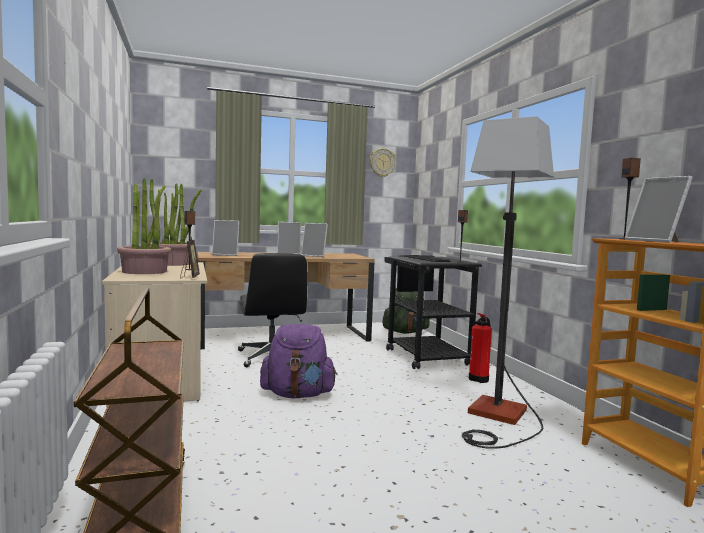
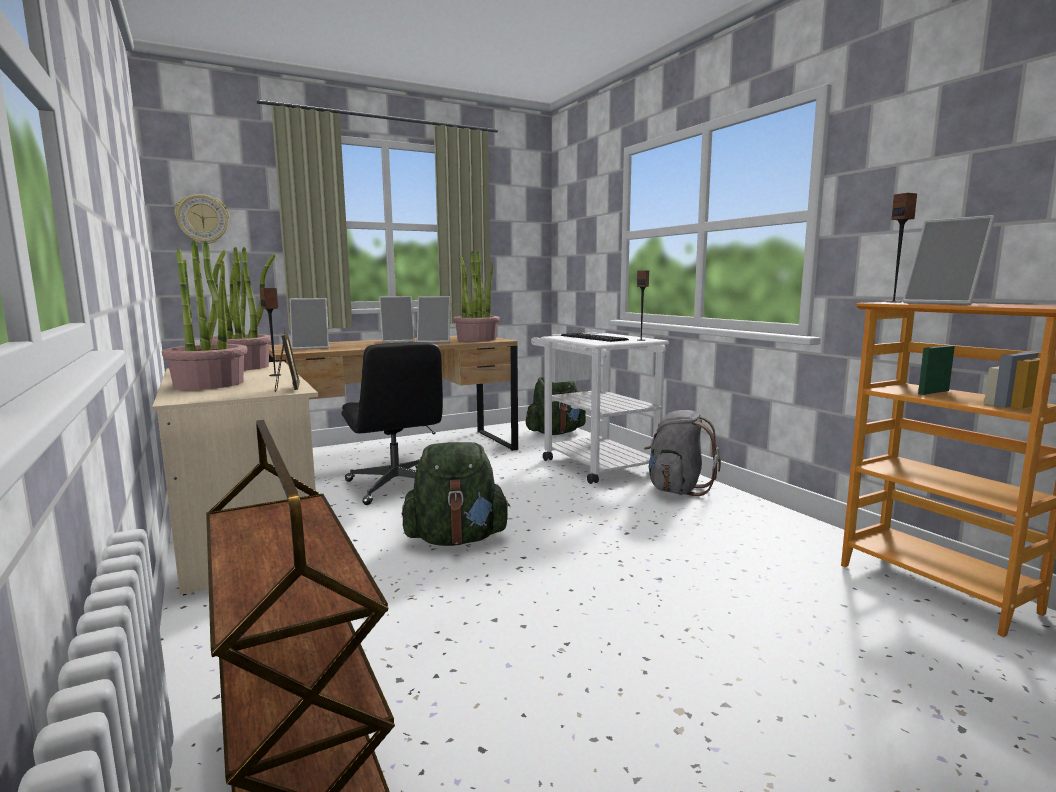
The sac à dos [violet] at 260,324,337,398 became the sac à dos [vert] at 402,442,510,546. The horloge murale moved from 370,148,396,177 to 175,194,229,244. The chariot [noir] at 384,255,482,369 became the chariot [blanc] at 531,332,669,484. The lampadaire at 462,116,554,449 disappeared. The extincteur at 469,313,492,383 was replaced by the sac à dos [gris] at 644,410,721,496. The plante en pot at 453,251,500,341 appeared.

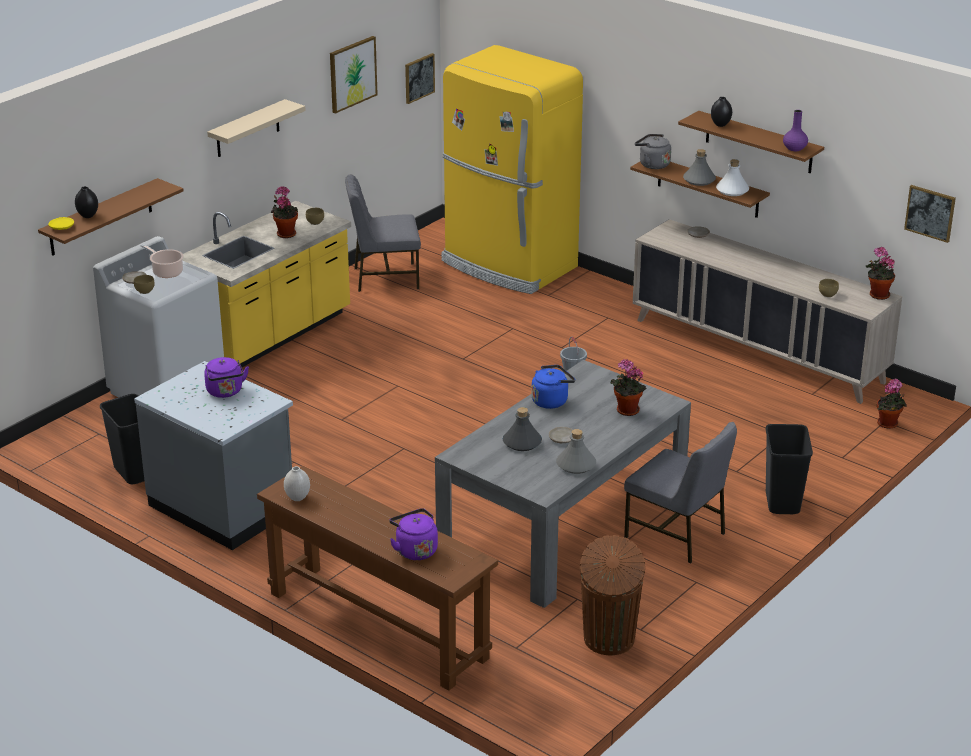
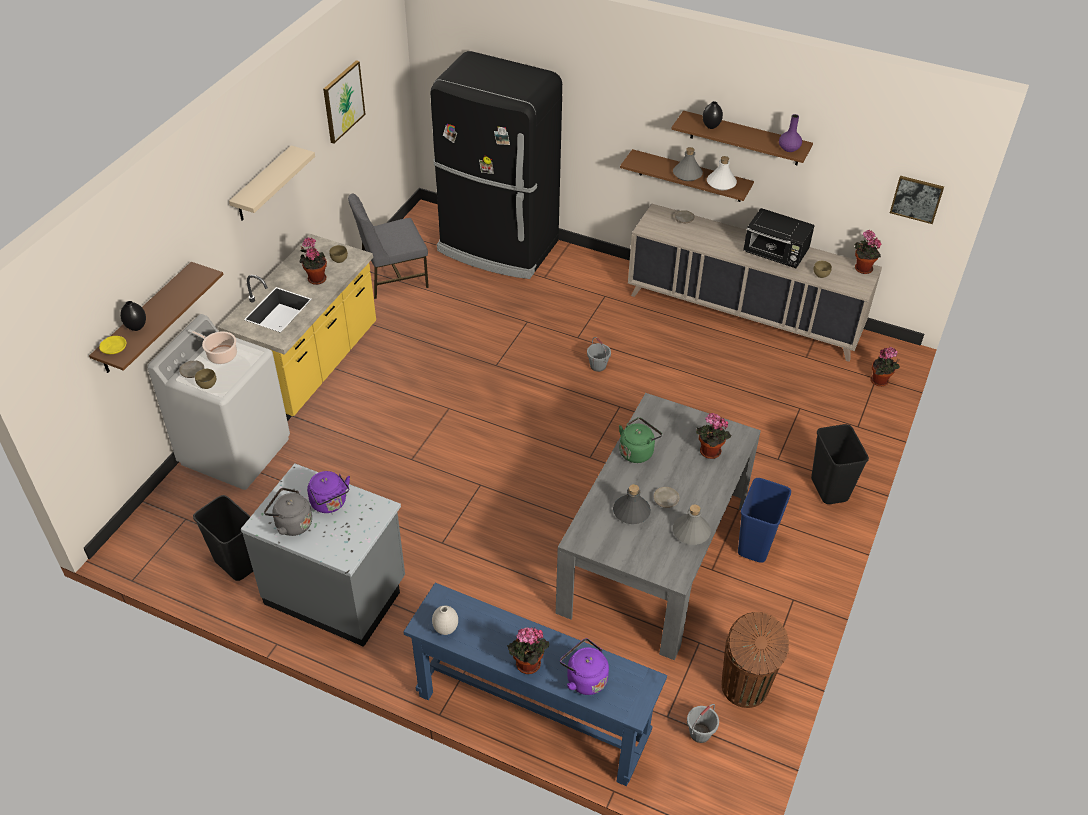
The table console [marron] at 257,466,498,691 became the table console [bleu] at 403,583,667,786. The tableau at 405,53,435,104 disappeared. The réfrigérateur [jaune] at 441,45,583,294 became the réfrigérateur [noir] at 430,51,562,279. The bouilloire [bleu] at 531,365,575,409 became the bouilloire [vert] at 619,417,662,463. The chaise [gris] at 624,422,737,564 was replaced by the poubelle [bleu] at 738,478,791,563. The bouilloire [gris] moved from 635,134,671,169 to 264,488,312,536. The plante en pot at 507,627,549,674 appeared. The seau [gris] at 687,704,719,743 appeared. The micro-ondes [noir] at 743,208,815,268 appeared.

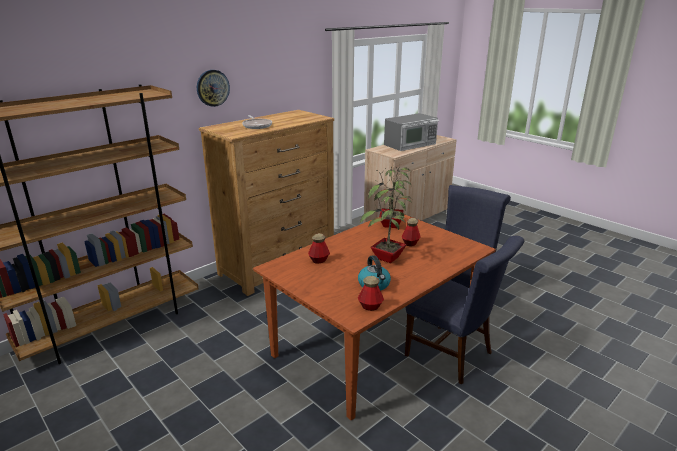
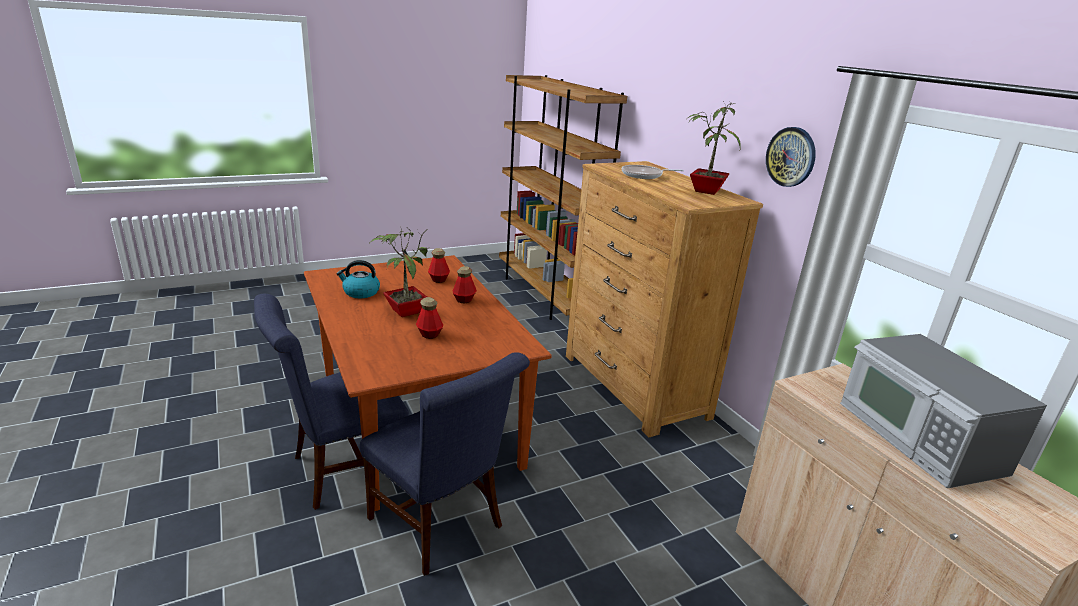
The horloge murale moved from 197,70,230,107 to 766,127,816,187. The bouteille moved from 358,276,384,311 to 453,266,477,304. The plante en pot moved from 368,165,412,228 to 688,101,741,195.

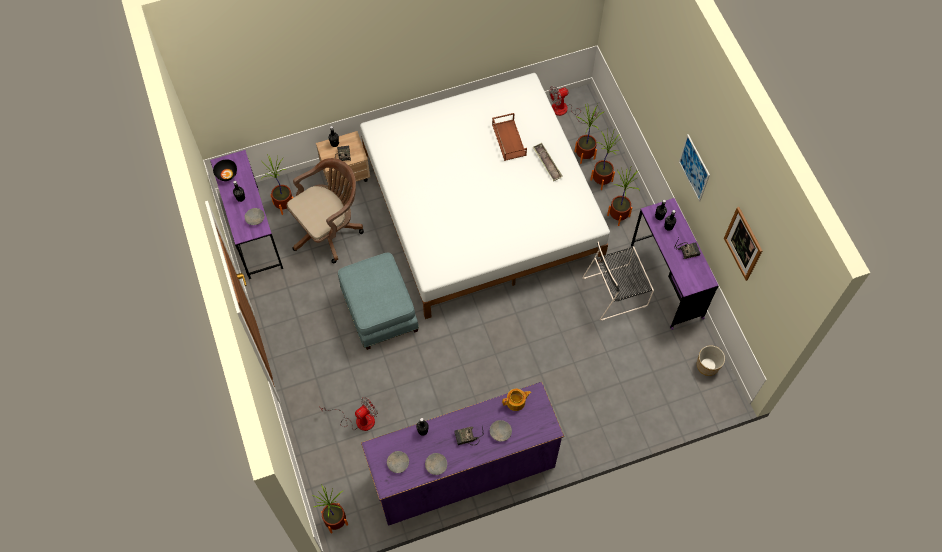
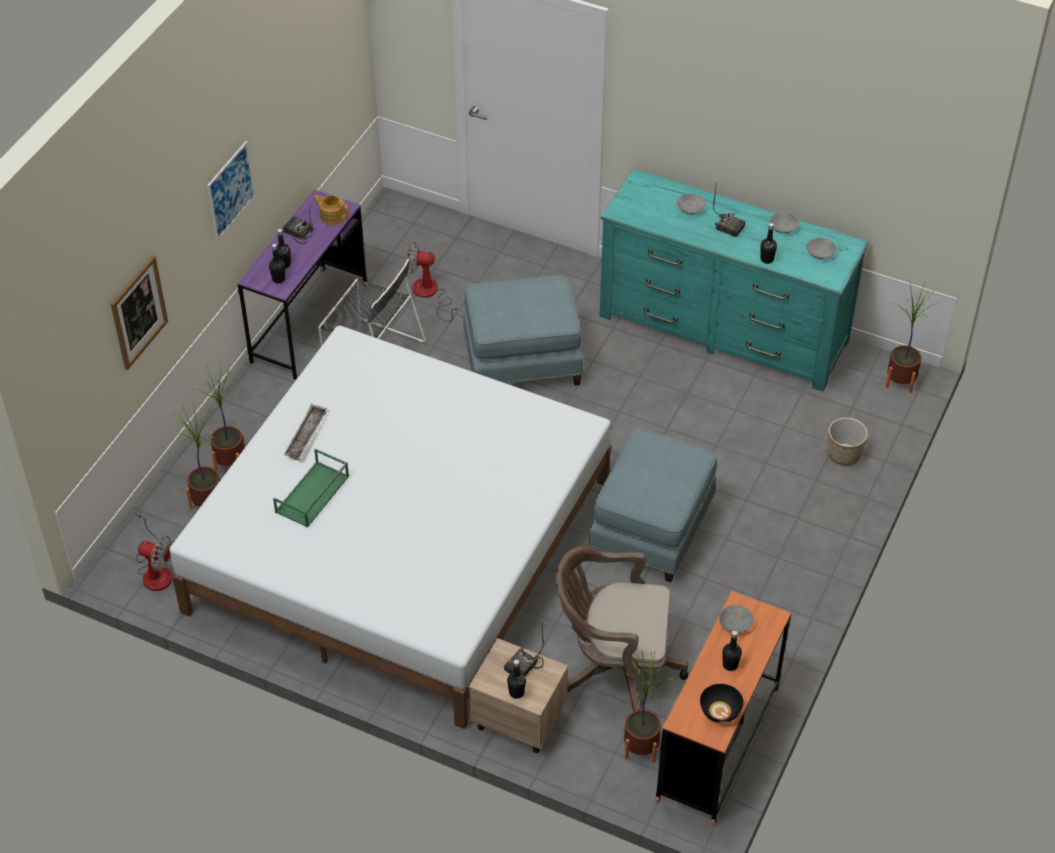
The bureau [violet] at 210,150,283,279 became the bureau [orange] at 655,591,791,825. The ventilateur moved from 319,397,378,431 to 406,242,458,322. The commode [violet] at 361,382,564,526 became the commode [turquoise] at 599,168,869,392. The plateau [marron] at 492,113,527,161 became the plateau [vert] at 273,449,349,527. The théière moved from 502,389,531,411 to 313,195,349,225. The plante en pot at 607,168,639,226 disappeared. The cache-pot moved from 697,345,725,376 to 827,418,868,465. The tableau moved from 724,207,762,281 to 111,255,168,370. The pouf [bleu] at 463,275,584,386 appeared.

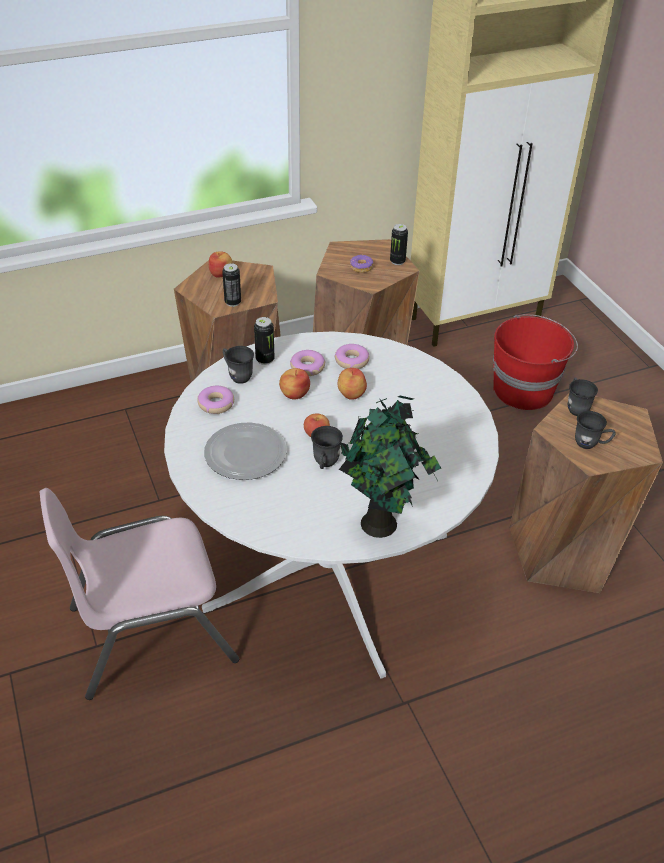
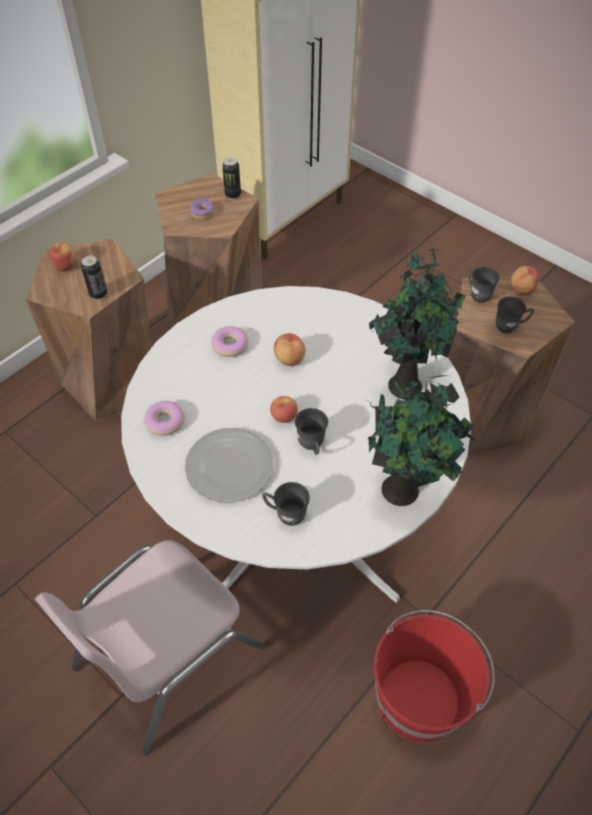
The mug [gris] moved from 223,346,254,384 to 262,482,310,526. The boîte métallique at 254,317,275,365 disappeared. The pomme moved from 279,368,310,399 to 511,266,538,295. The beignet at 334,344,370,369 disappeared. The seau [rouge] moved from 493,314,578,410 to 374,610,495,742. The plante en pot at 369,246,466,399 appeared.

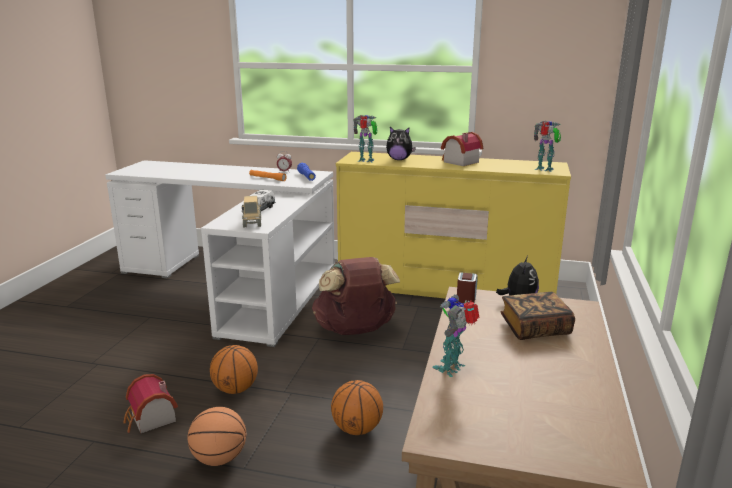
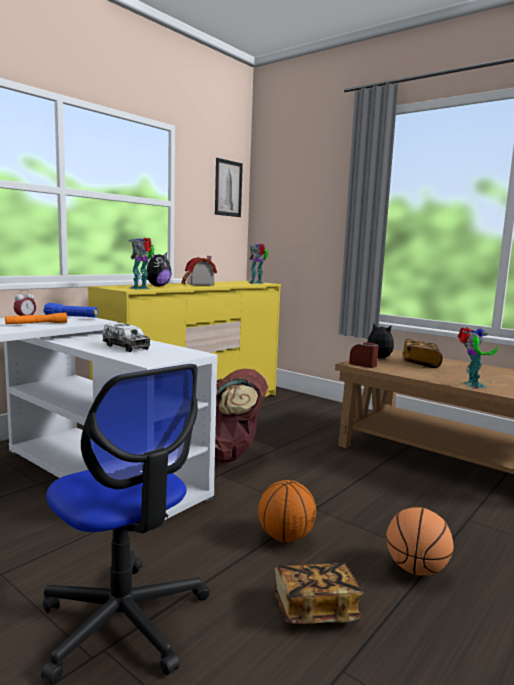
The maison miniature at 123,374,178,433 was replaced by the livre at 275,562,363,624. The camion jouet at 242,196,261,227 disappeared. The ballon de basket at 331,380,383,435 disappeared. The robot jouet at 433,295,479,377 turned 150 degrees counterclockwise. The chaise de bureau at 41,364,210,684 appeared. The tableau at 215,158,243,217 appeared.

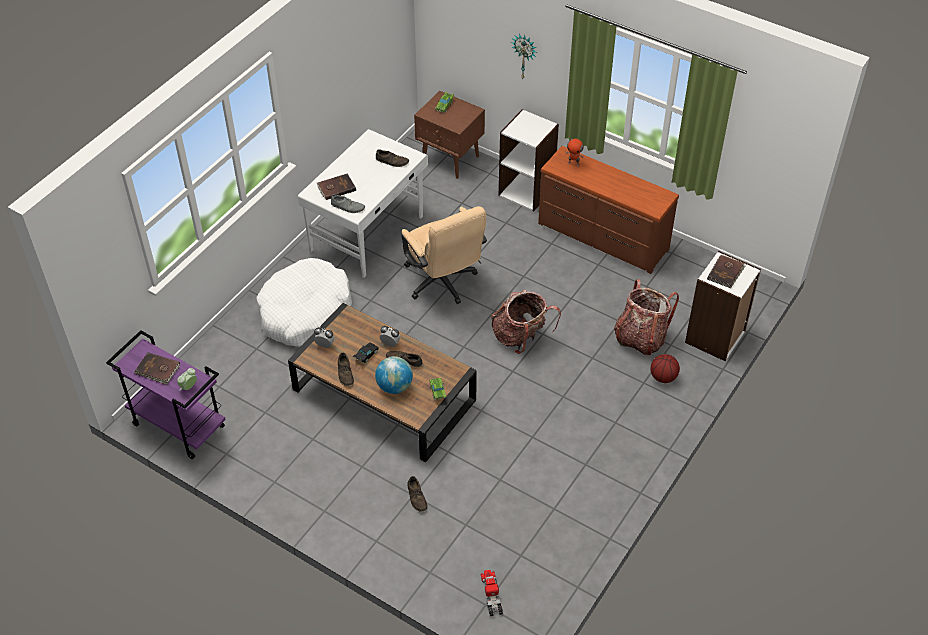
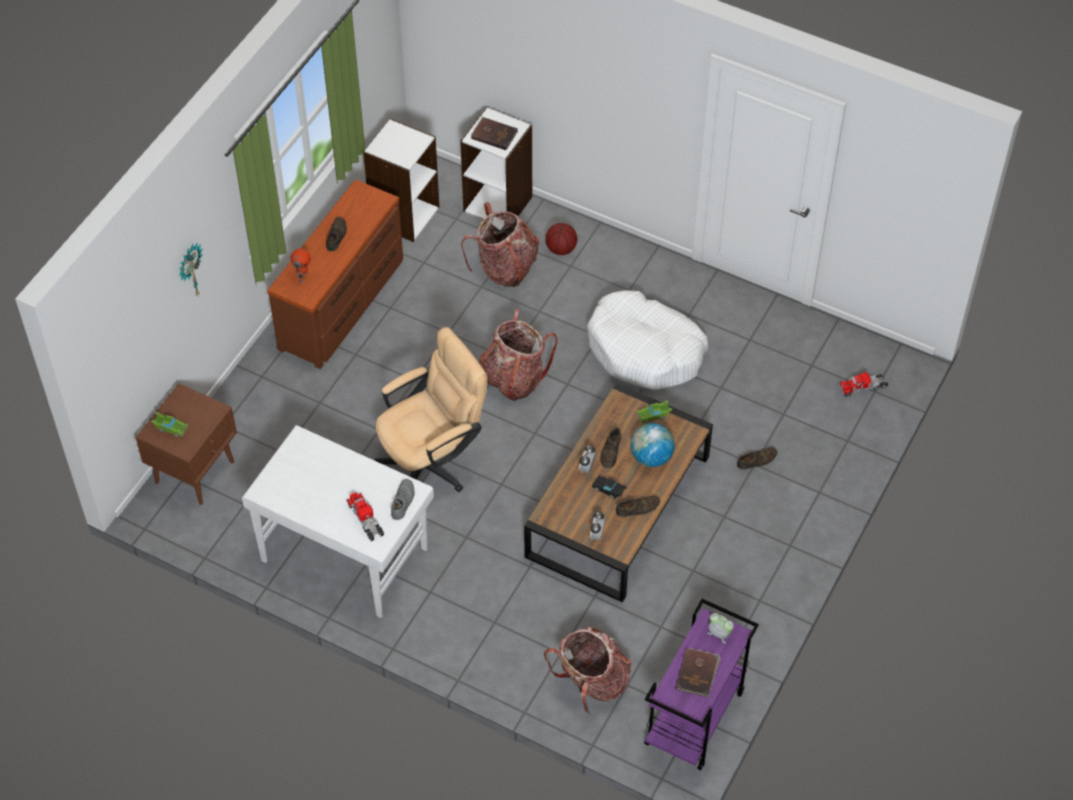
The panier pour chien [blanc] moved from 257,258,352,347 to 587,290,708,390. The livre [marron] at 317,174,356,200 was replaced by the camion jouet at 346,493,384,541. The chaussure [marron] moved from 376,149,409,167 to 326,217,347,251. The bibliothèque [blanc] moved from 499,109,559,211 to 363,118,440,242. The sac à dos at 544,627,631,714 appeared.

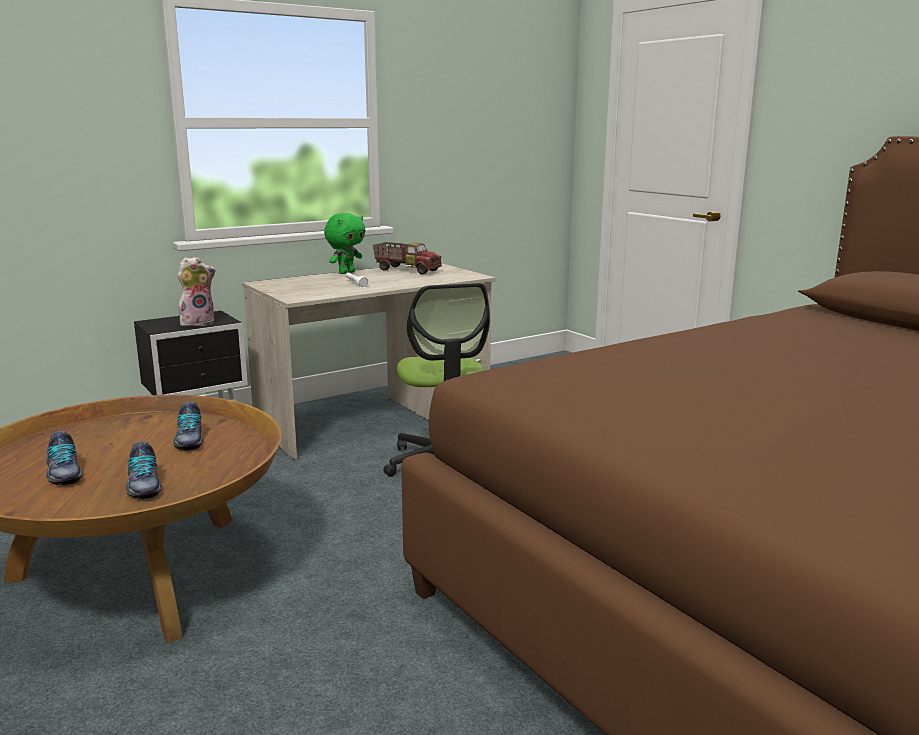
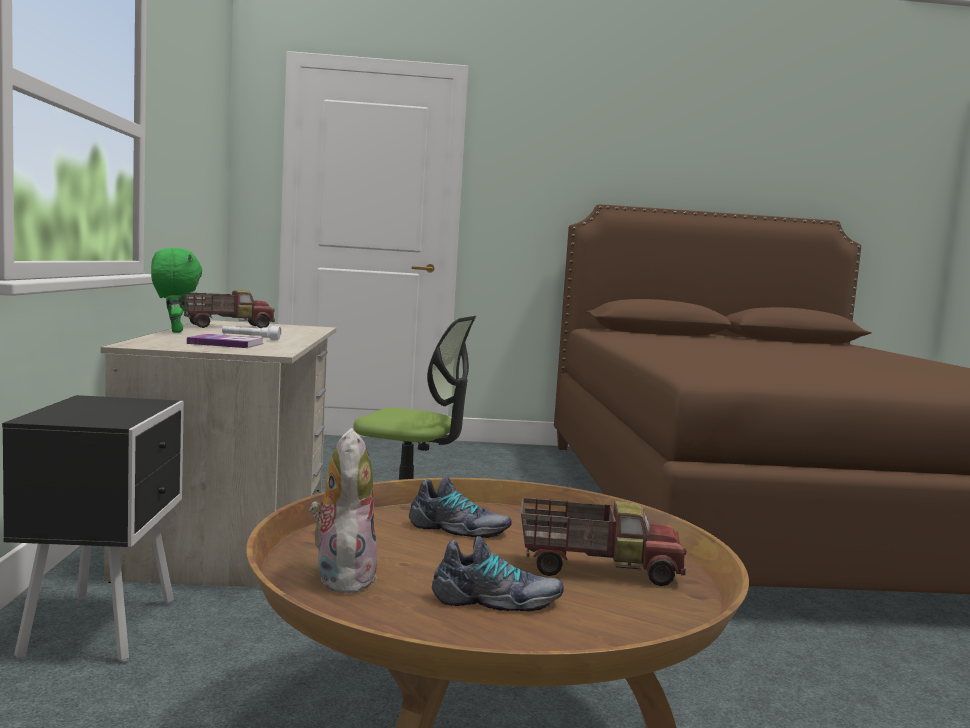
The chaussure at 126,441,162,499 was replaced by the camion jouet at 521,498,687,586. The peluche moved from 177,256,216,327 to 309,428,377,594. The livre at 187,334,263,348 appeared.

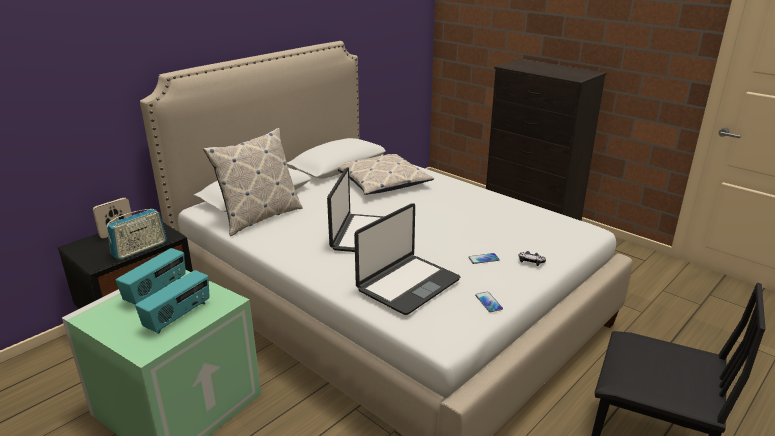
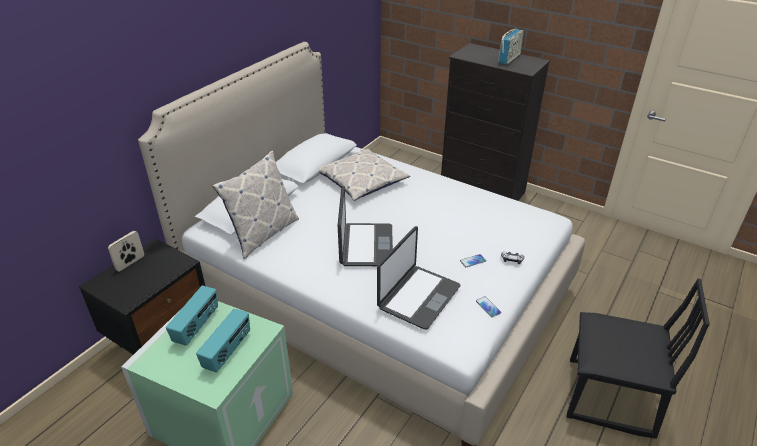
The radio moved from 107,209,167,260 to 498,29,524,65.

